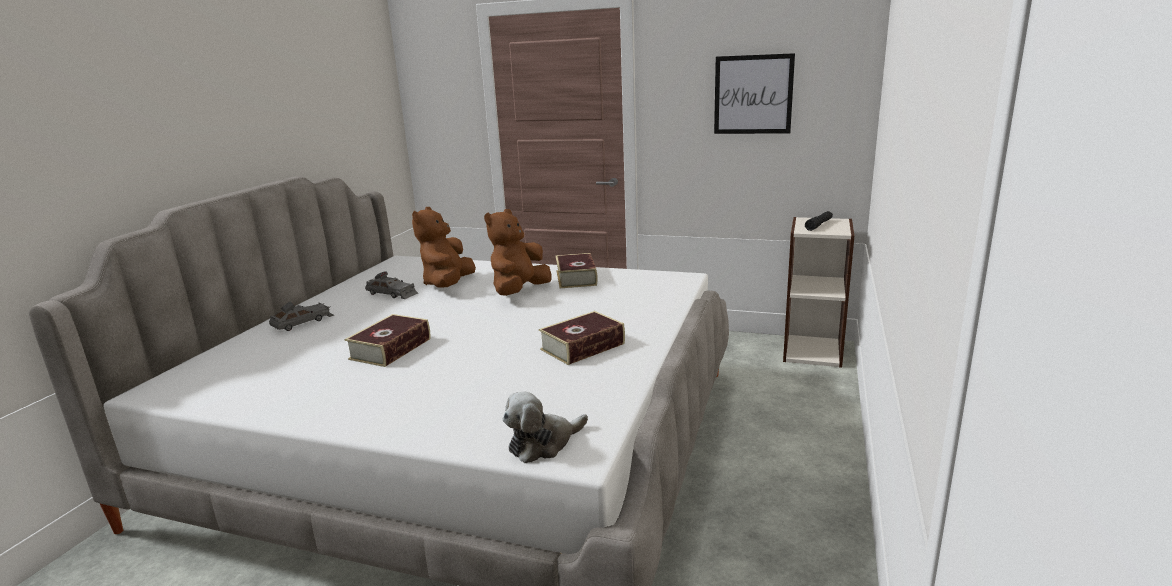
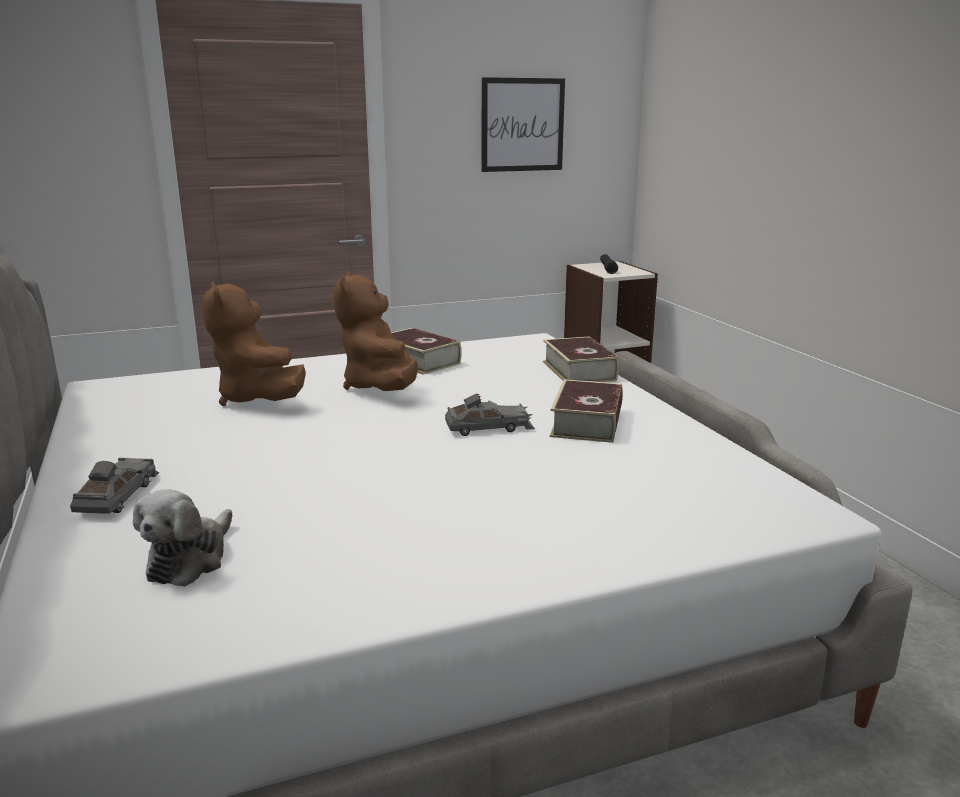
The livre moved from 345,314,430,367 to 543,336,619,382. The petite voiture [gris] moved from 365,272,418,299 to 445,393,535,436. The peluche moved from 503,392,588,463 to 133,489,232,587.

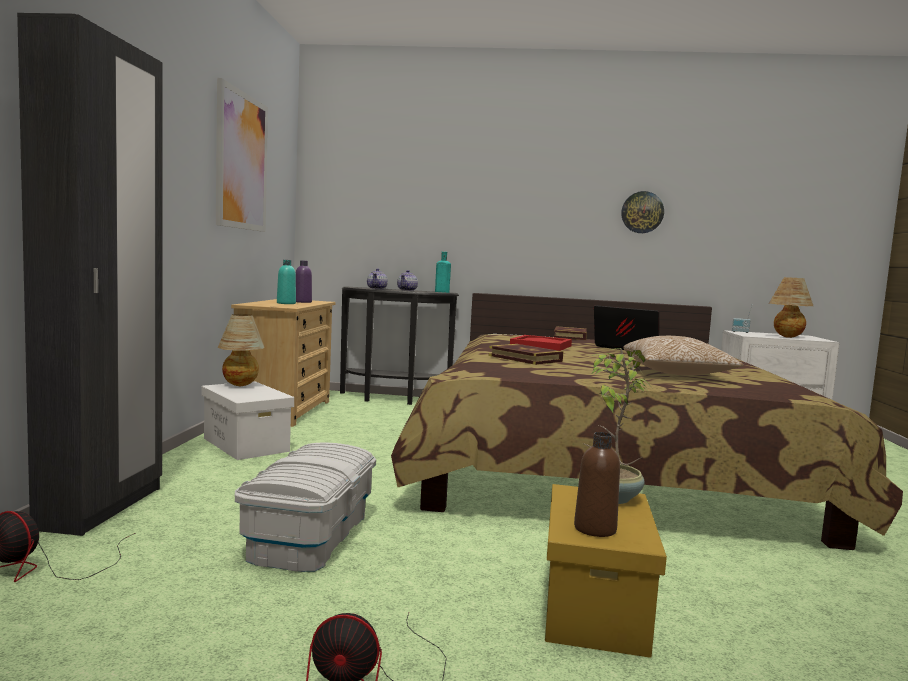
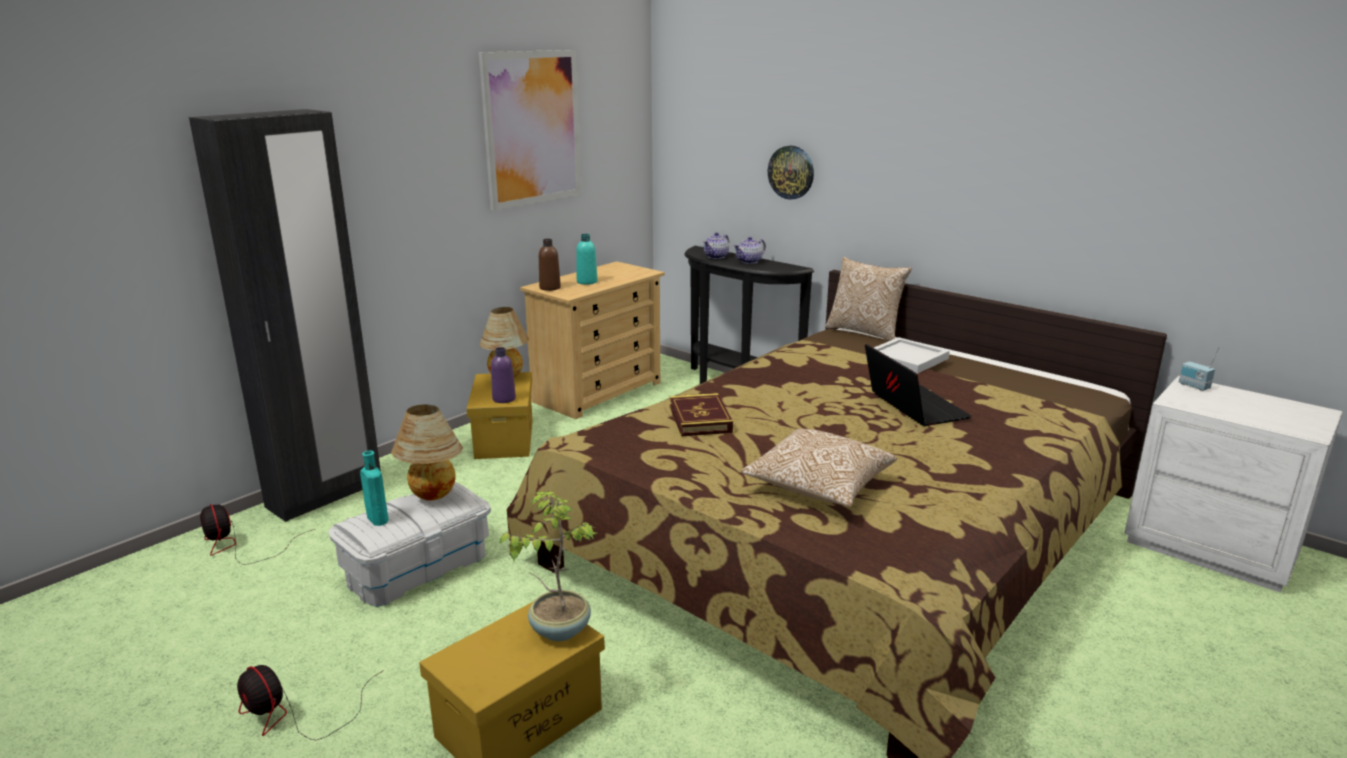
The boîte de rangement [blanc] at 201,381,294,460 became the boîte de rangement [jaune] at 467,372,533,459. The bouteille [violet] moved from 295,260,312,303 to 491,347,516,403. The bouteille [turquoise] moved from 435,252,451,293 to 360,450,389,526. The plateau [rouge] at 510,335,572,351 disappeared. The livre at 554,326,587,340 was replaced by the plateau [blanc] at 866,337,950,374. The bouteille [marron] moved from 574,432,620,537 to 539,239,561,291. The horloge murale moved from 621,191,664,233 to 768,146,814,200. The lampe de table moved from 769,277,813,338 to 391,405,463,500. The coussin at 825,257,912,341 appeared.

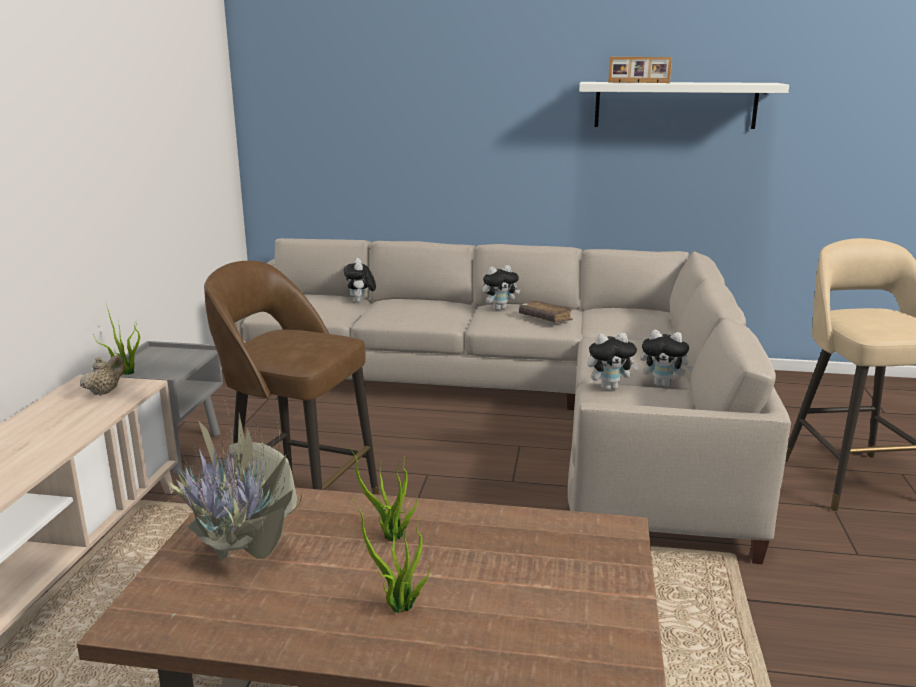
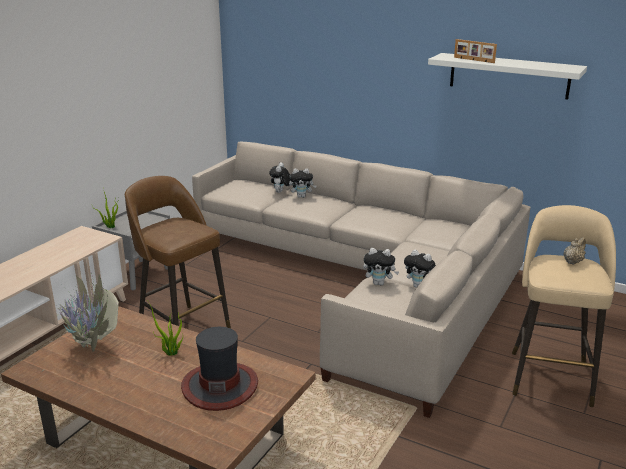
The théière [beige] moved from 80,355,125,396 to 563,237,586,265. The plante en pot at 352,498,430,613 disappeared. The peluche moved from 483,265,521,310 to 289,169,317,198. The livre [marron] at 519,301,574,323 disappeared. The chapeau at 181,327,258,411 appeared.

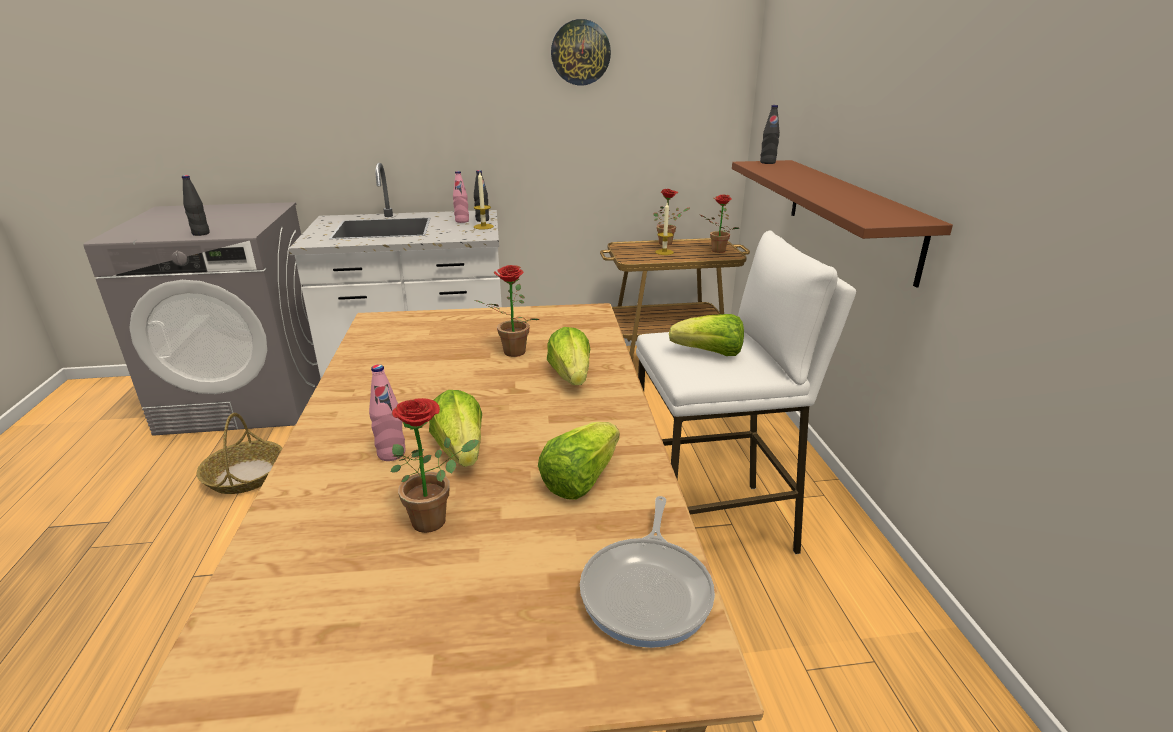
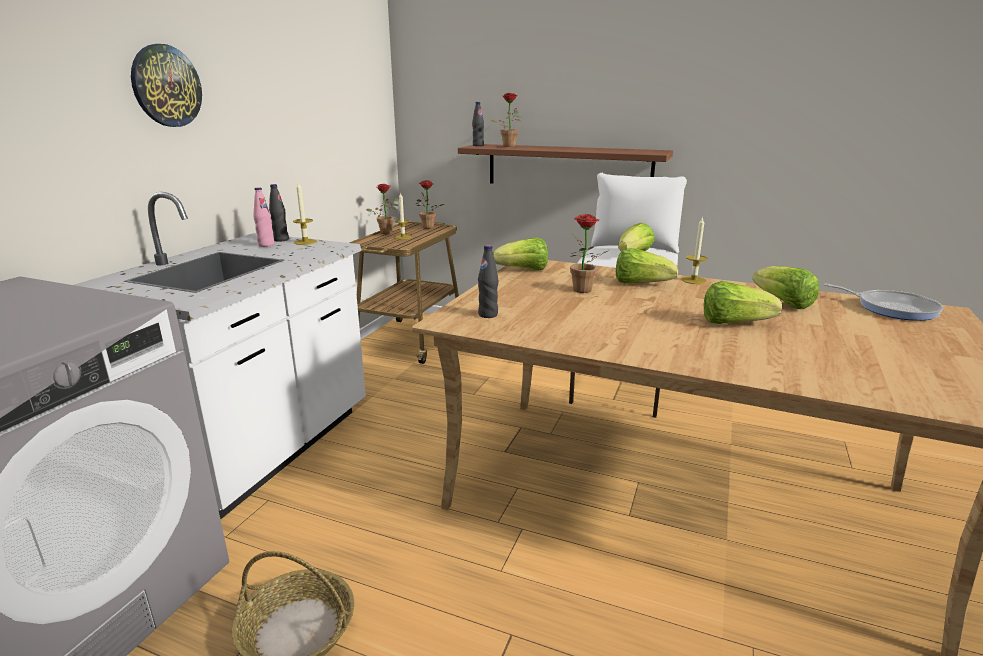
The bouteille [noir] moved from 182,175,210,236 to 478,245,498,318. The bouteille [rose] at 369,364,406,461 disappeared. The plante en pot moved from 391,398,479,533 to 491,93,521,147. The horloge murale moved from 551,19,611,85 to 131,44,202,127. The laitue at 493,238,548,270 appeared. The bougie at 682,216,708,284 appeared.

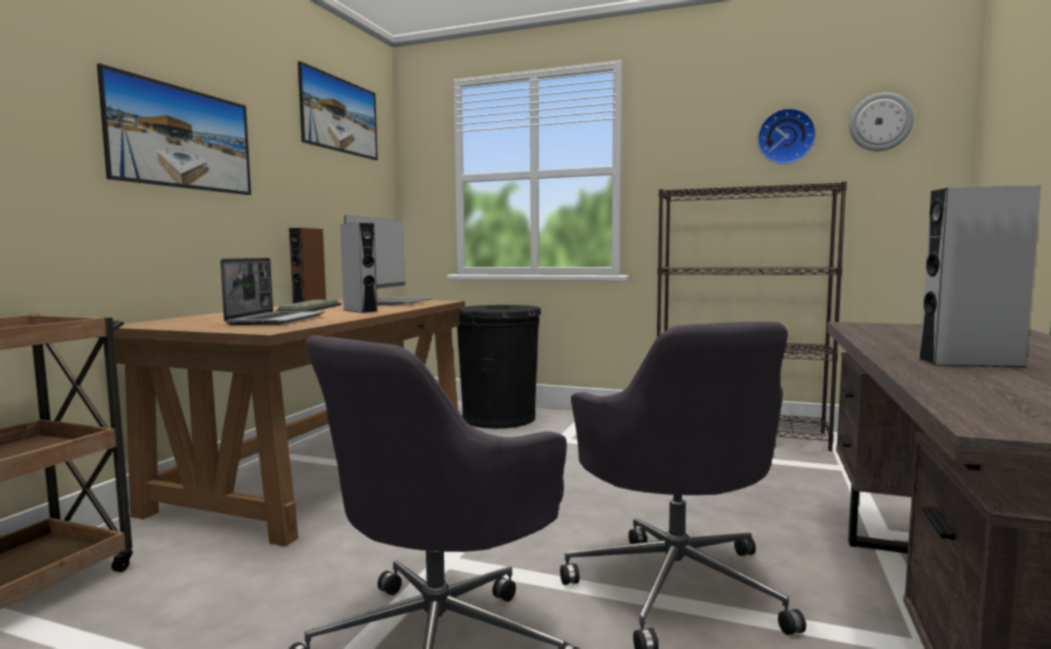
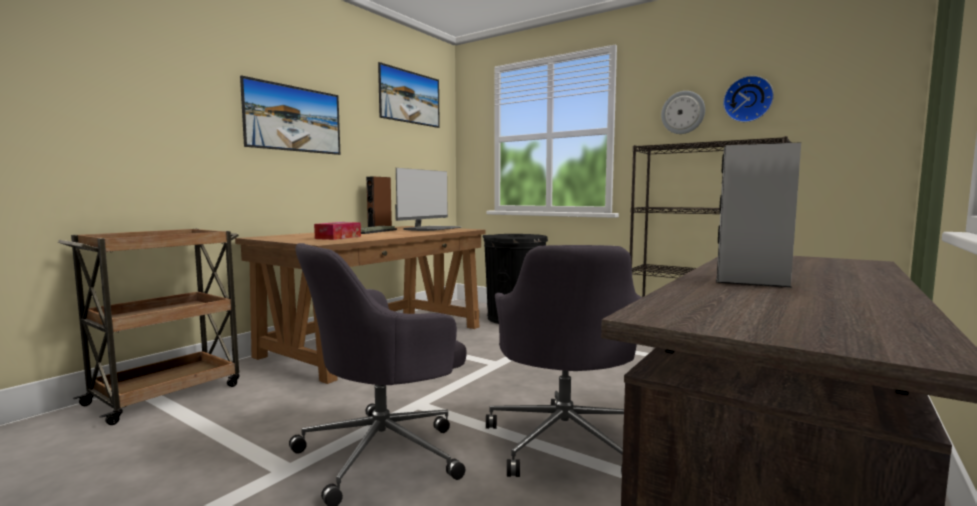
The ordinateur portable at 220,258,325,325 was replaced by the boîte à mouchoirs at 314,222,361,240. The enceinte [gris] at 340,223,377,313 disappeared. The horloge murale moved from 849,92,914,151 to 661,91,705,134.

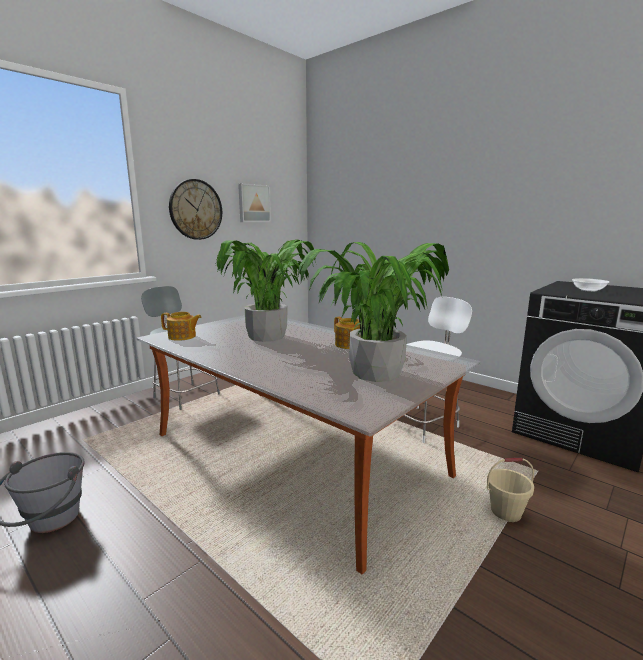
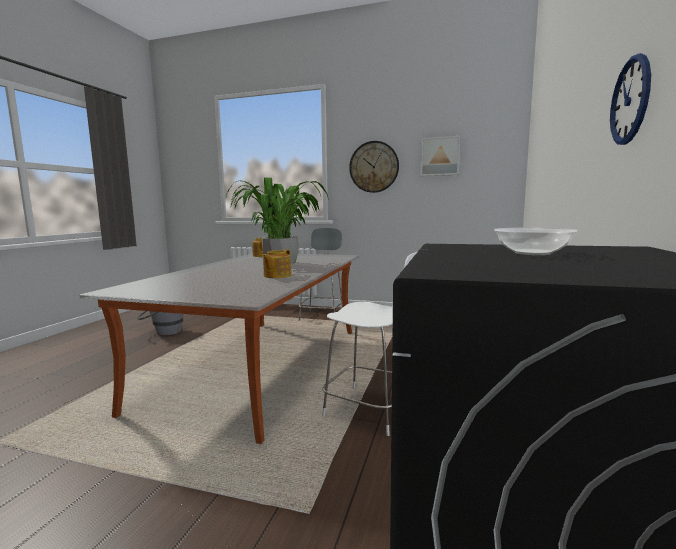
The plante en pot at 297,242,449,382 disappeared. The seau [beige] at 487,458,534,522 disappeared. The horloge murale at 610,53,651,145 appeared.

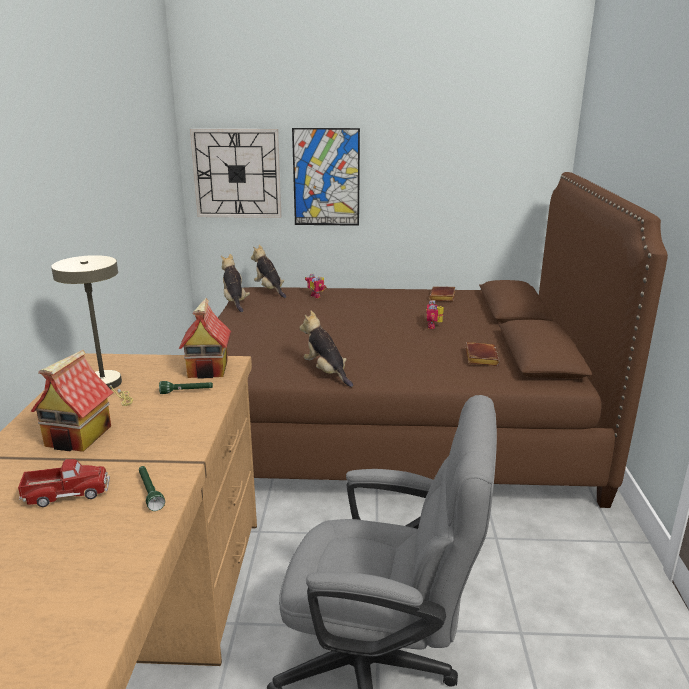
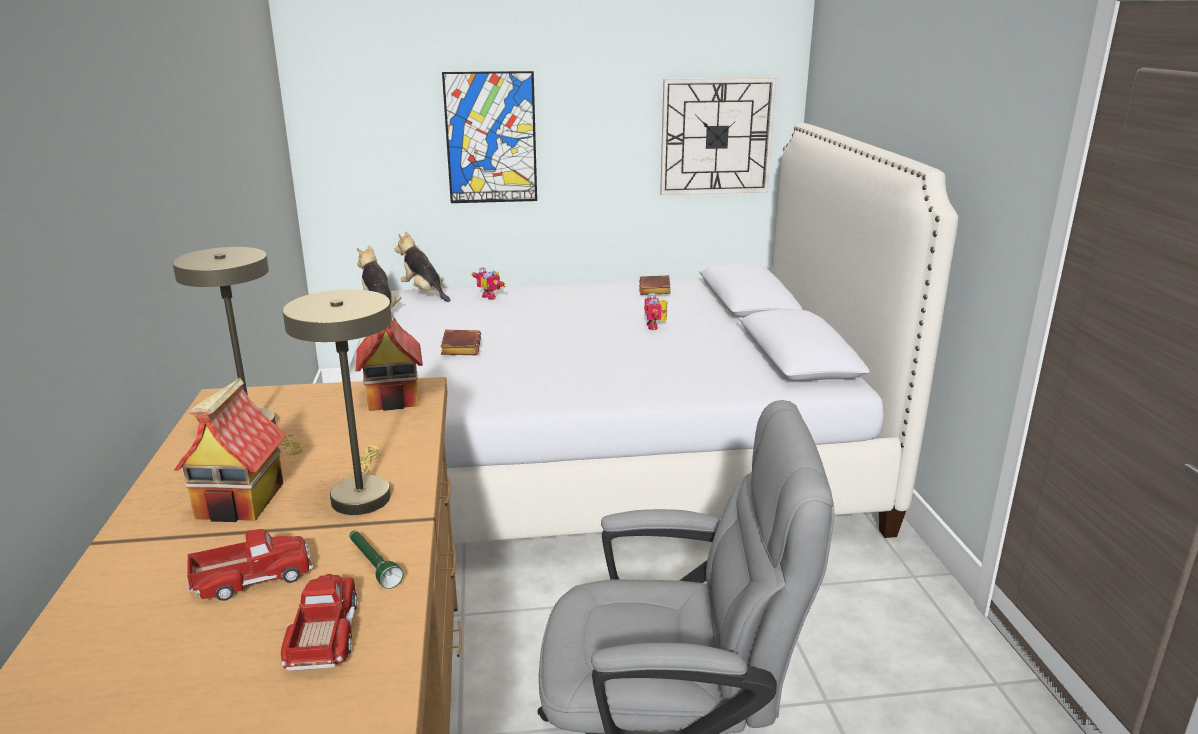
The lampe de poche [vert] at 159,381,213,394 disappeared. The horloge murale moved from 190,129,281,218 to 660,78,776,195. The lit [marron] at 218,172,668,508 became the lit [blanc] at 349,123,958,544. The peluche at 299,311,353,387 disappeared. The livre [marron] moved from 465,342,500,366 to 441,330,481,355. The camion jouet at 280,574,357,671 appeared. The lampe de table [beige] at 283,289,392,515 appeared.

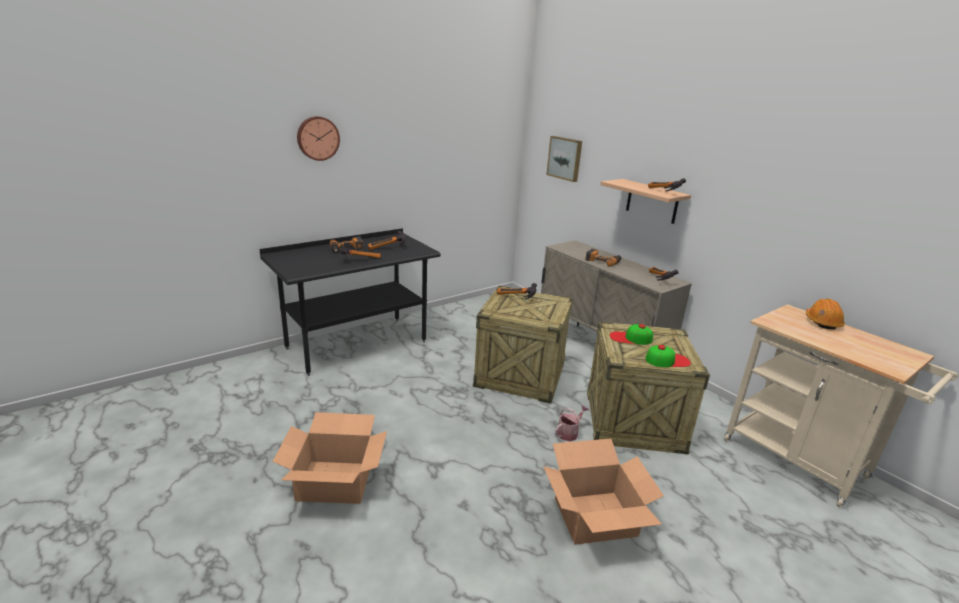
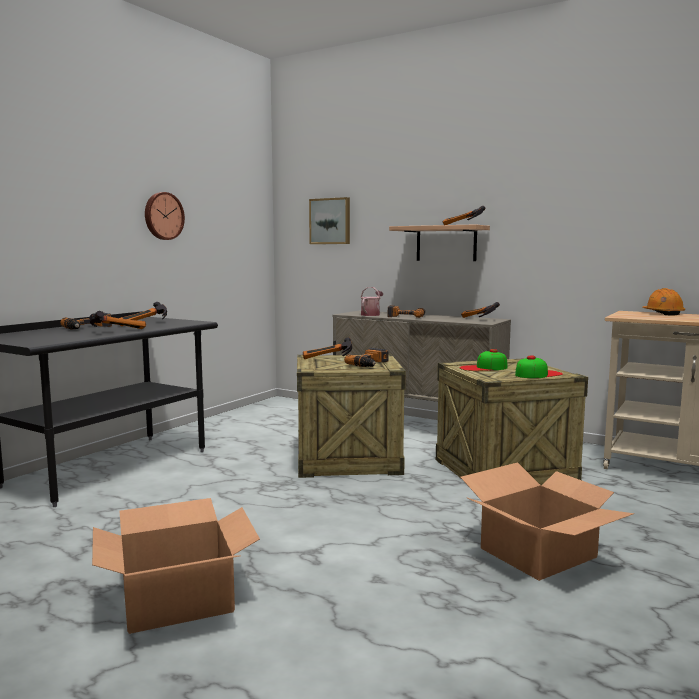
The horloge murale moved from 297,116,340,161 to 145,192,185,240. The arrosoir moved from 555,405,589,441 to 360,287,383,316. The perceuse at 344,348,388,367 appeared.

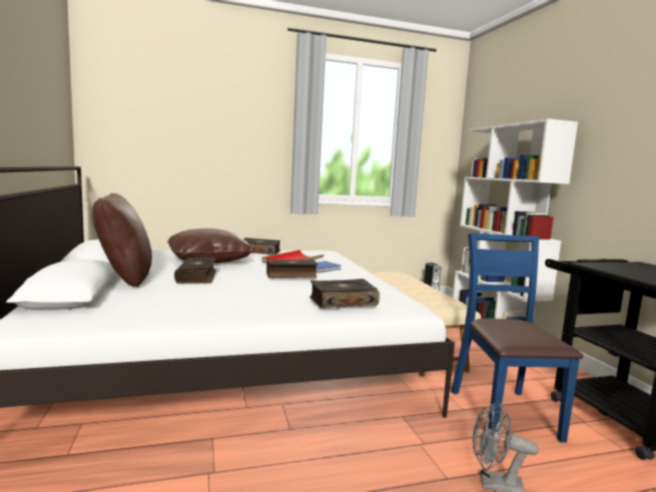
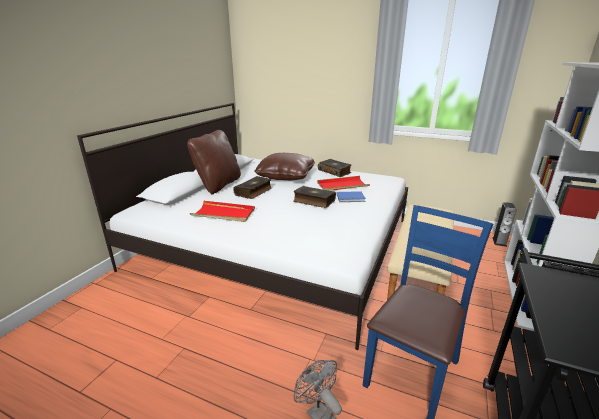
The livre at 310,279,380,308 disappeared. The plateau [rouge] at 190,201,255,222 appeared.

